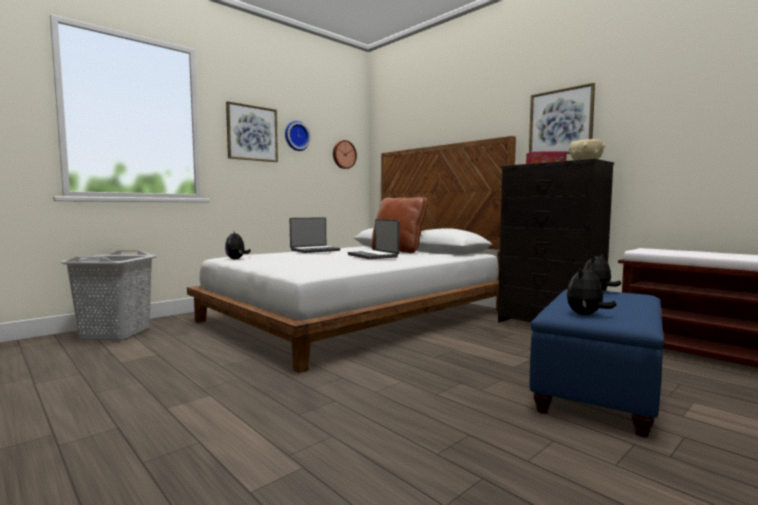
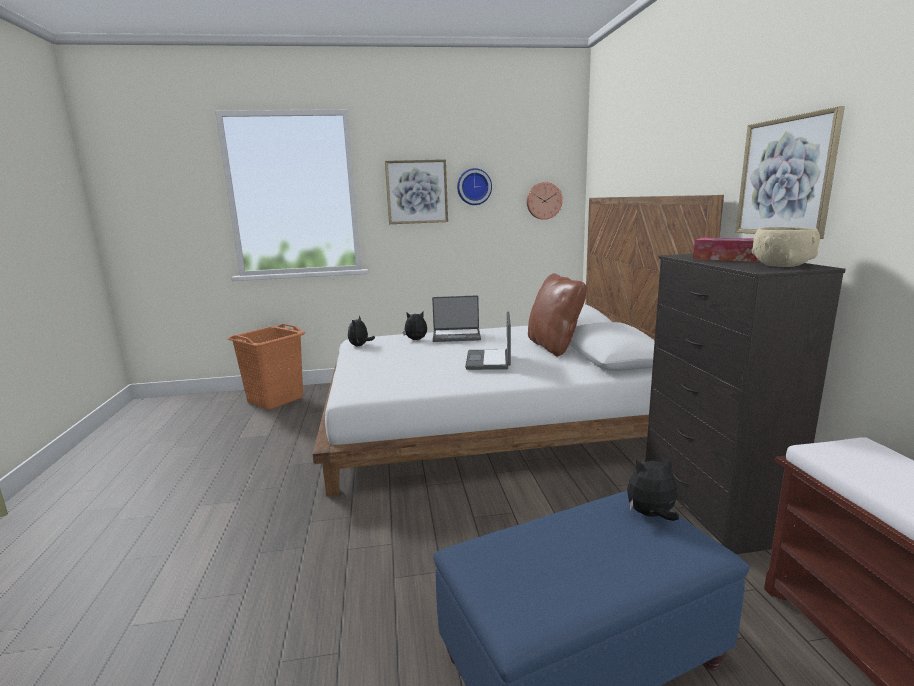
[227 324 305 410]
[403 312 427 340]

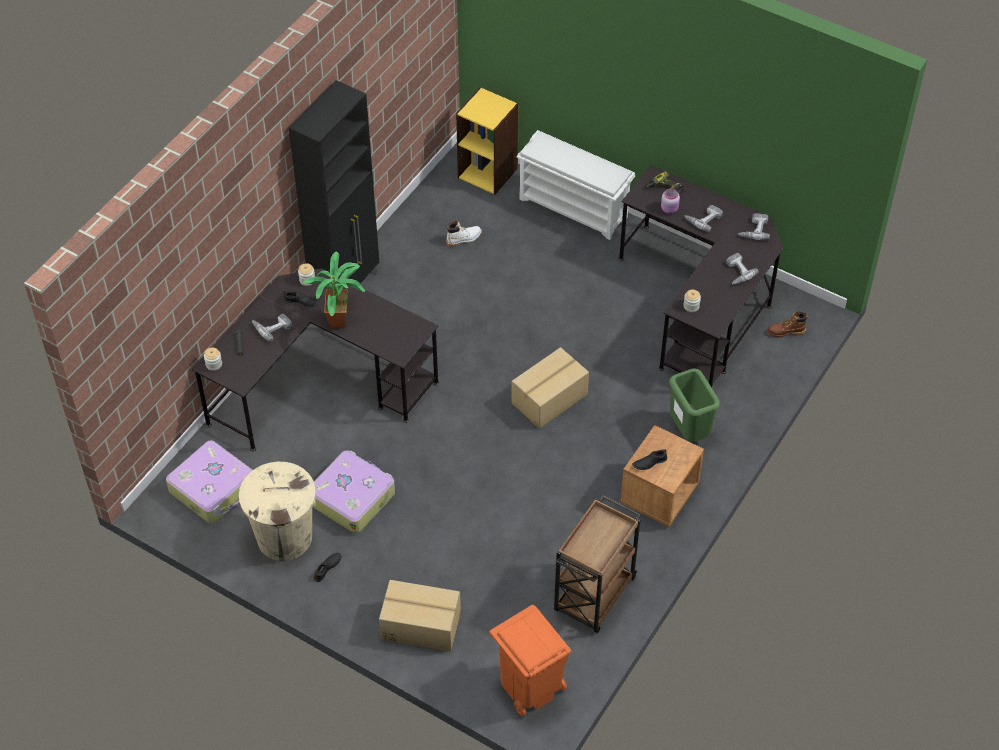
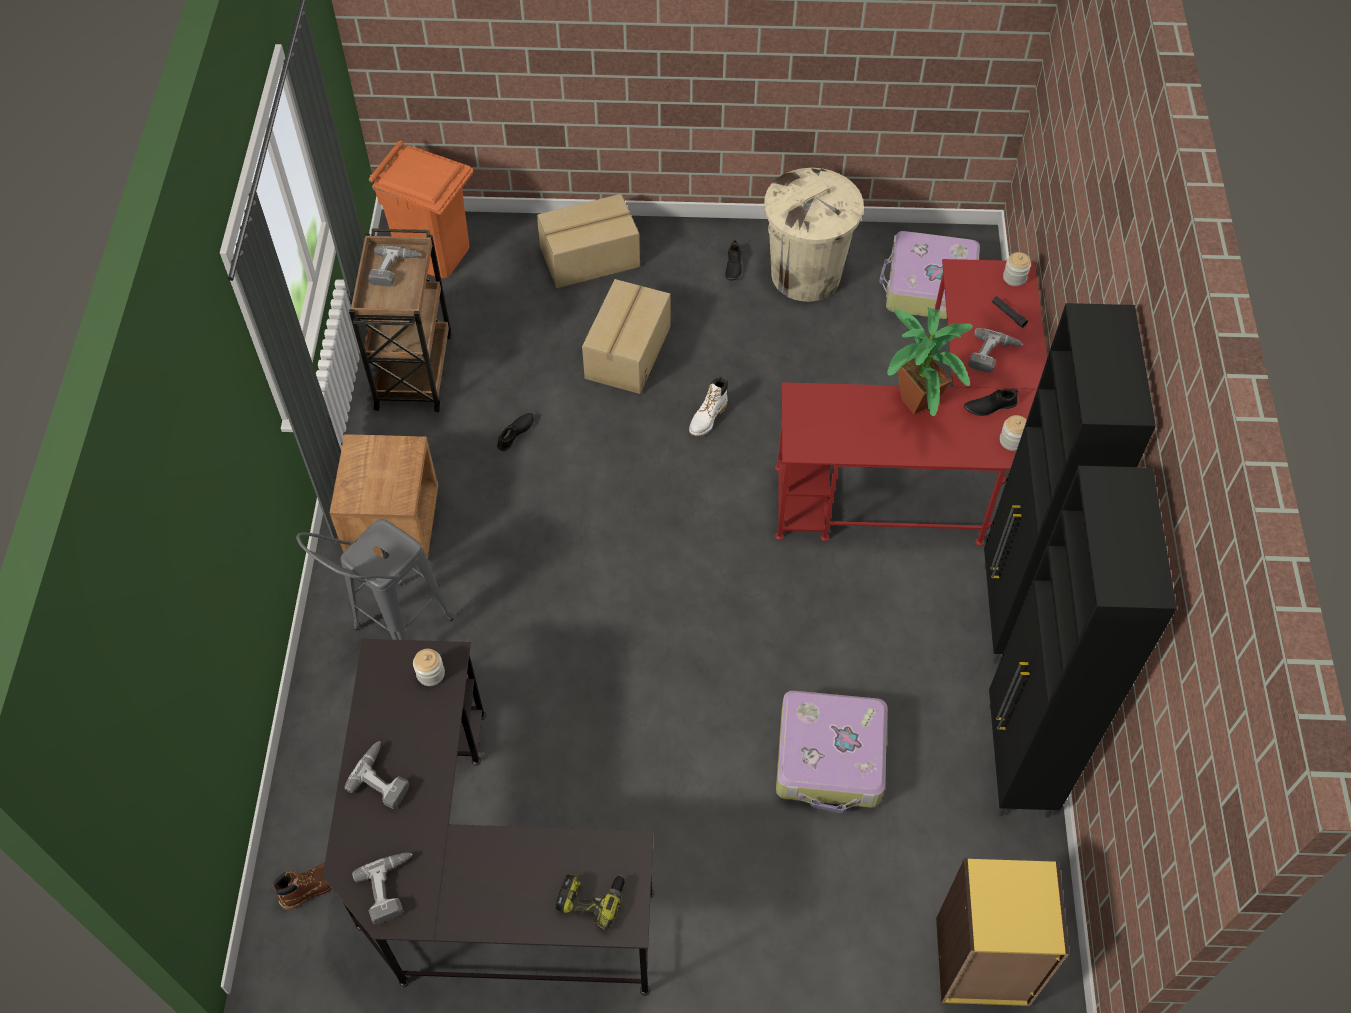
[516 130 635 240] (first image)
[661 188 680 214] (first image)
[368 245 421 286]
[689 377 728 436]
[775 259 1047 546]
[582 279 671 394]
[296 519 453 640]
[497 413 534 451]
[776 691 887 813]
[989 466 1177 818]

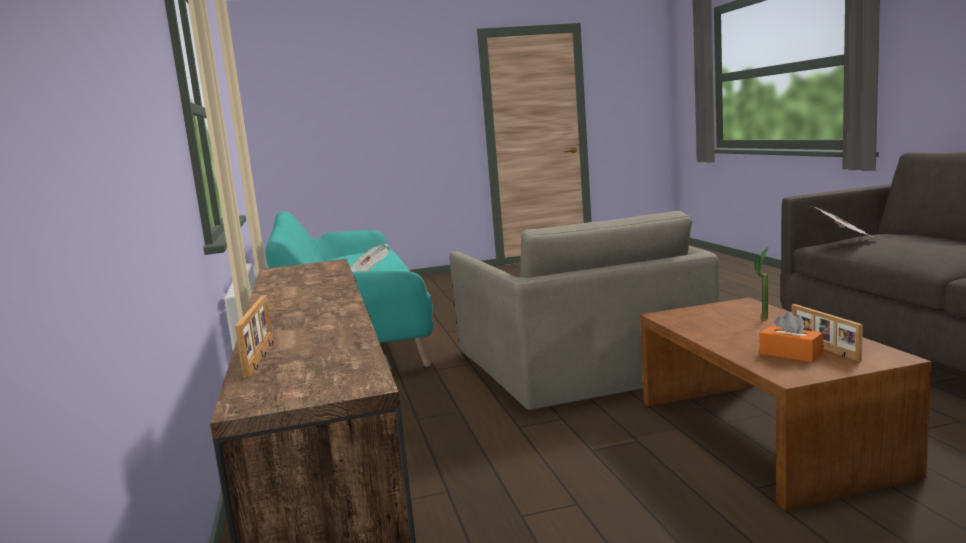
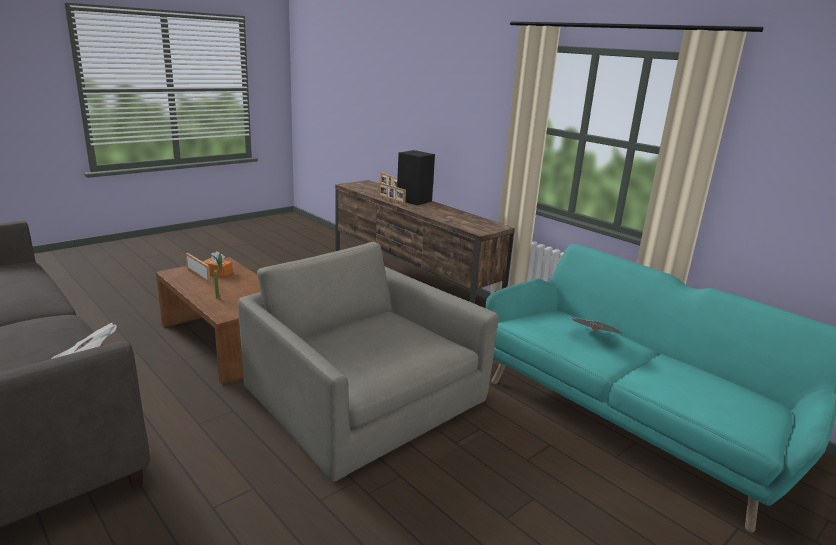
[397 150 435 205]
[378 182 406 205]

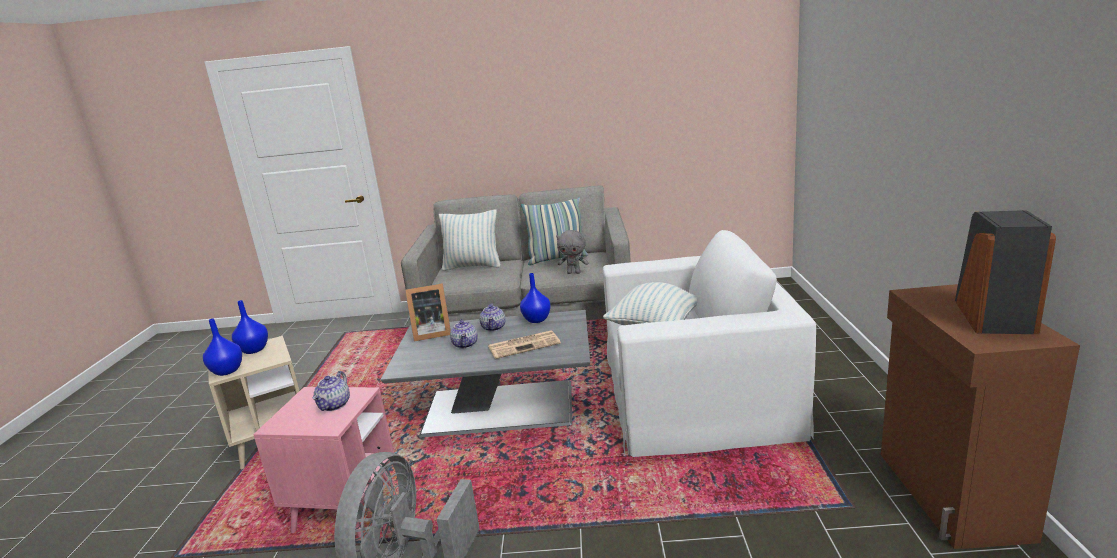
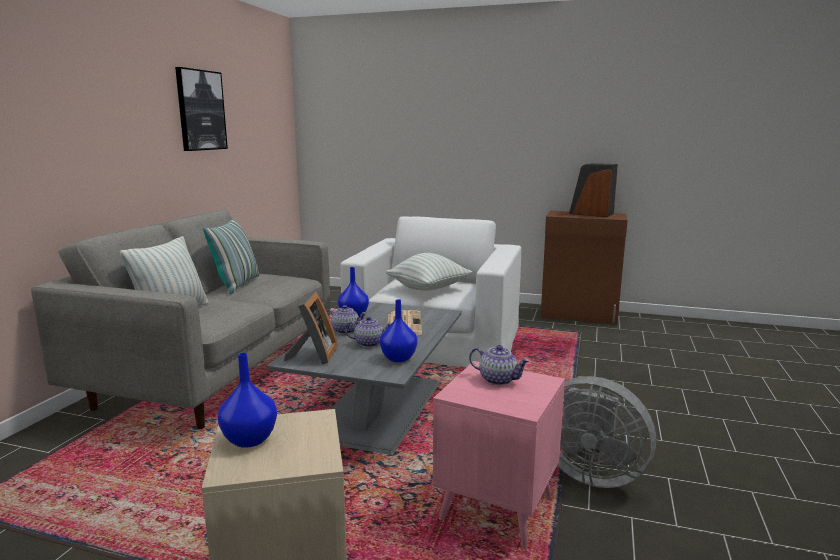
[556 230 588 274] (first image)
[380 299 417 362]
[175 67 228 151]

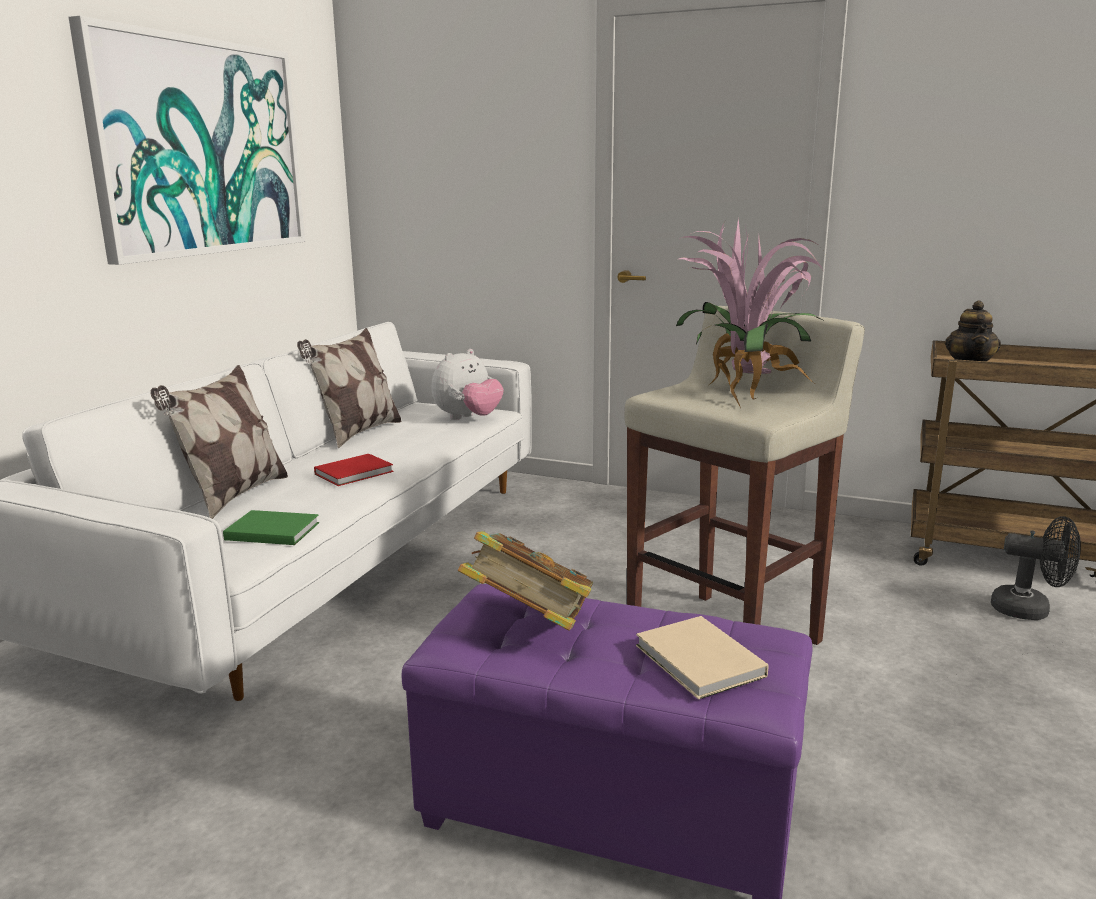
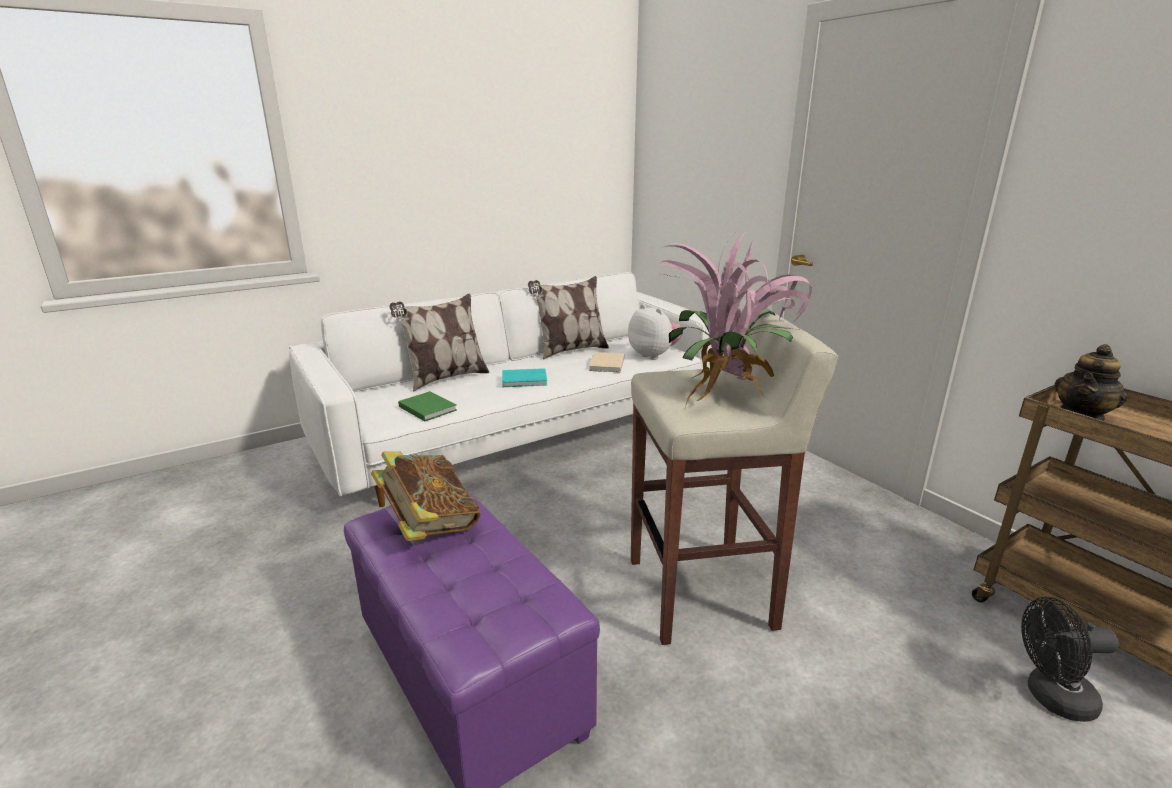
[68 16 305 265] (first image)
[628 304 682 360]
[502 368 547 387]
[1021 597 1119 722]
[589 352 625 372]

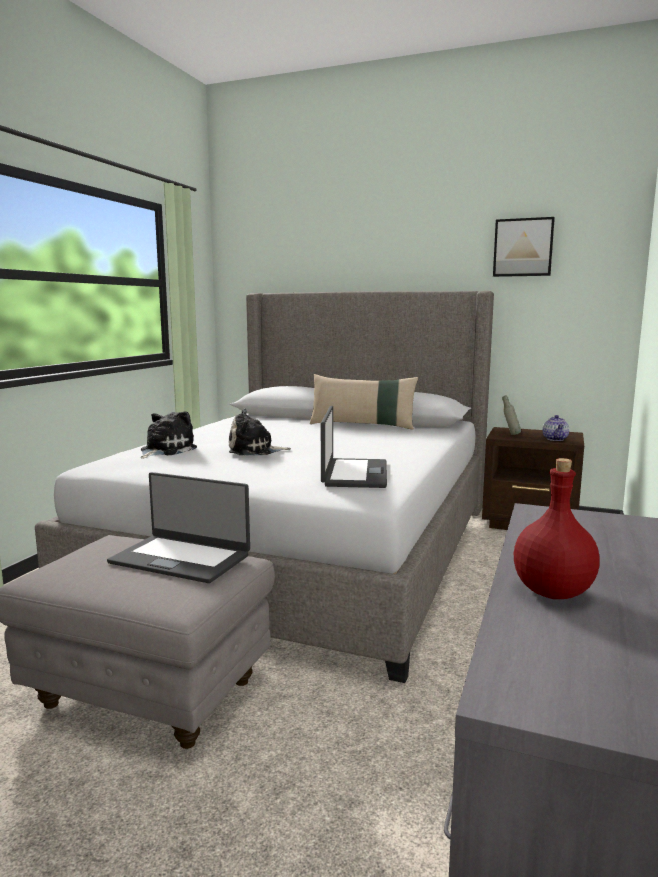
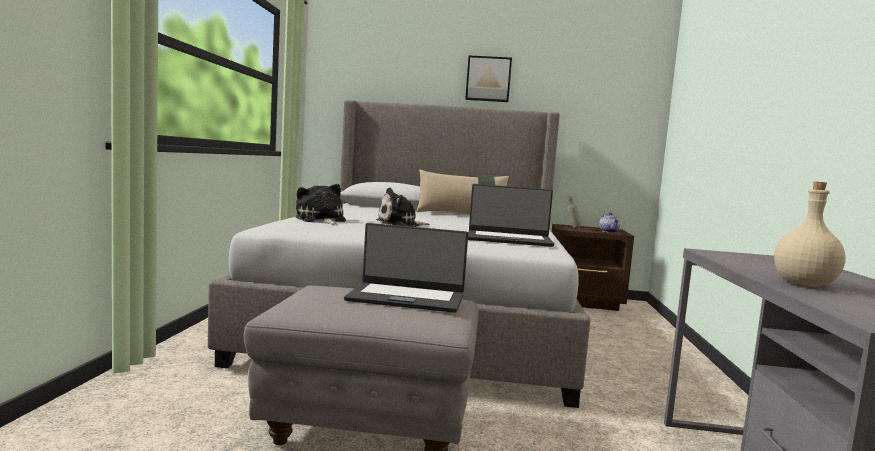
[465 56 512 102]
[468 184 554 247]
[296 184 346 225]
[774 182 846 287]

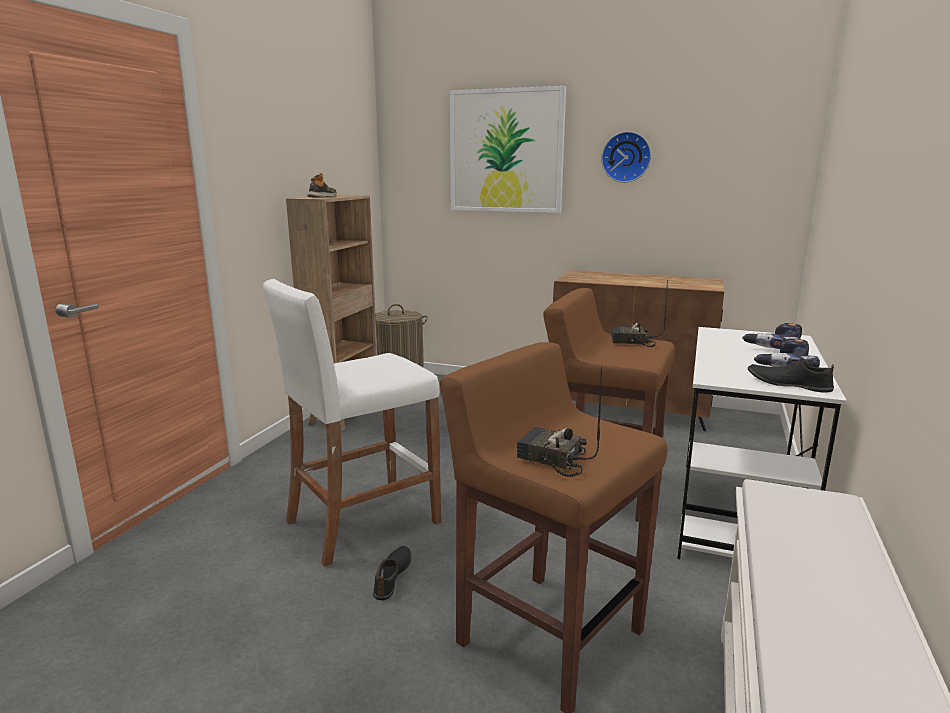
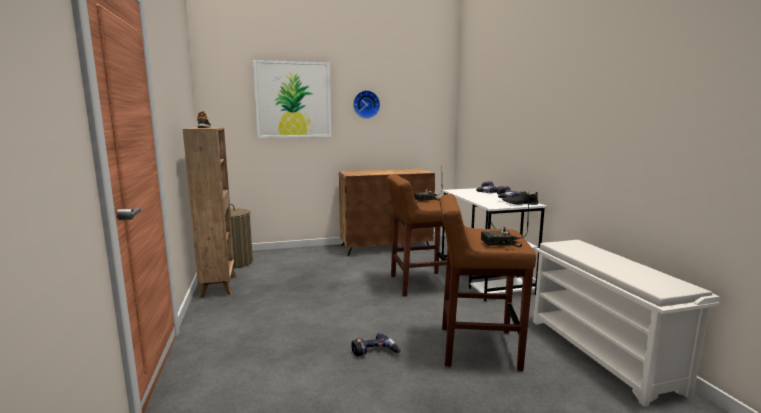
[263 279 441 567] (first image)
[351 333 400 356]

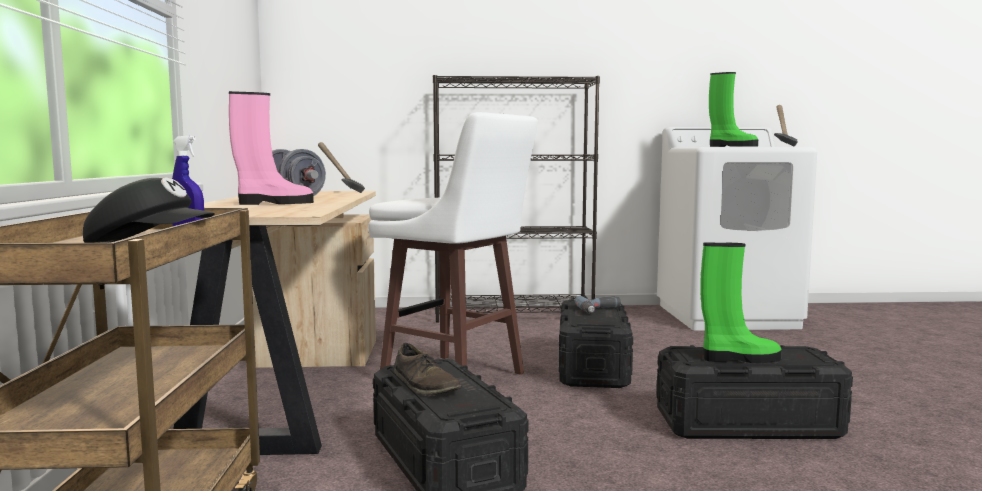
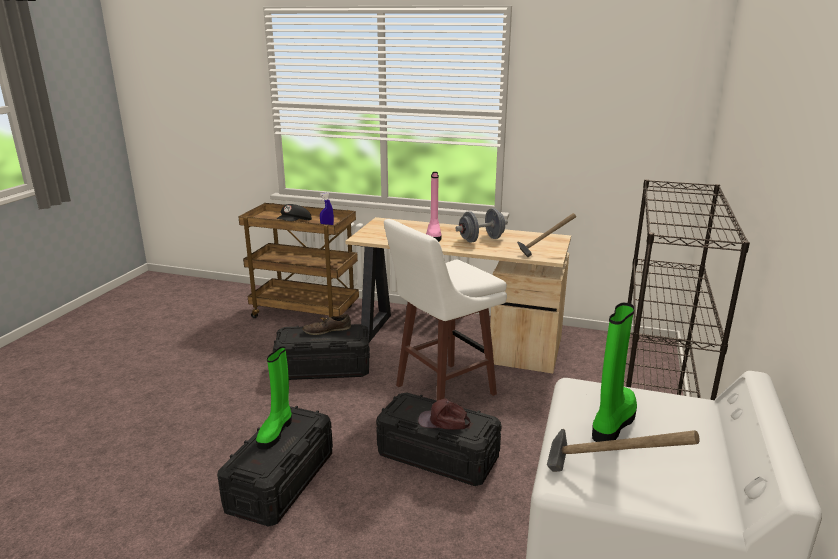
[592 303 637 442]
[418 398 471 430]

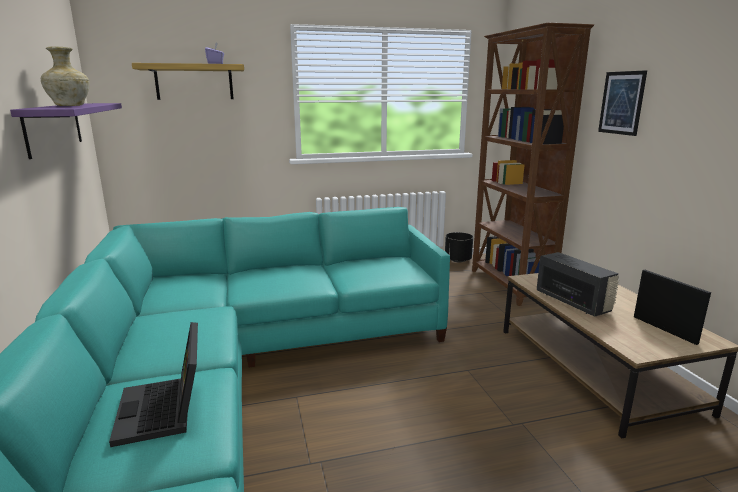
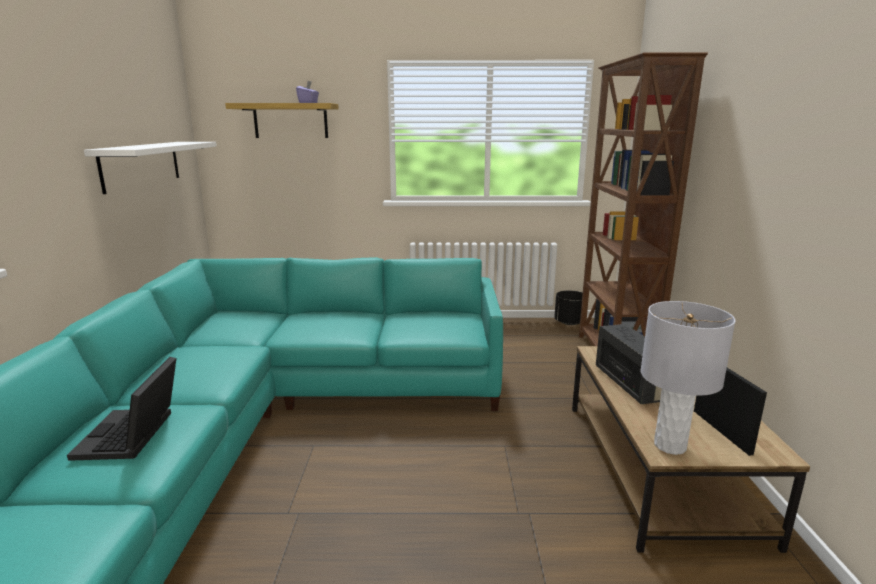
[40 47 90 106] (first image)
[598 70 647 136] (first image)
[84 142 217 194]
[641 301 735 455]

